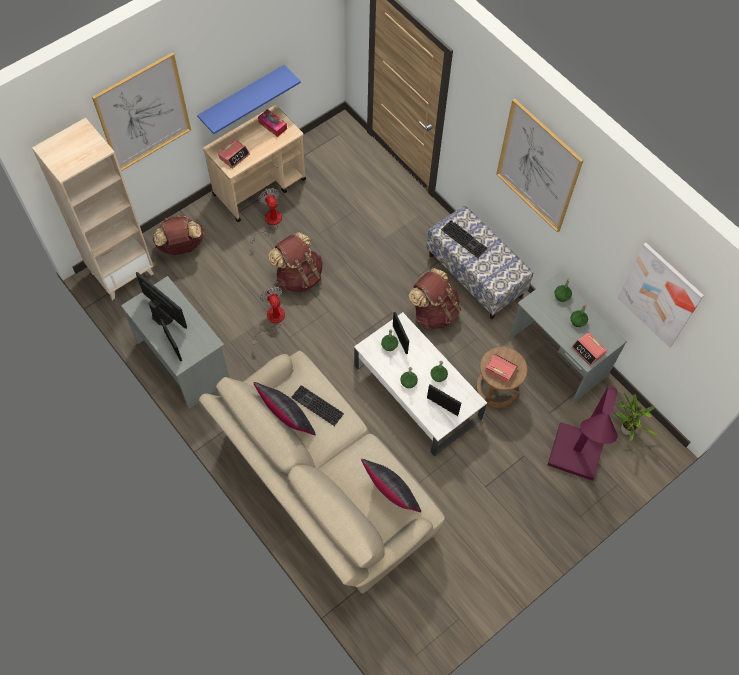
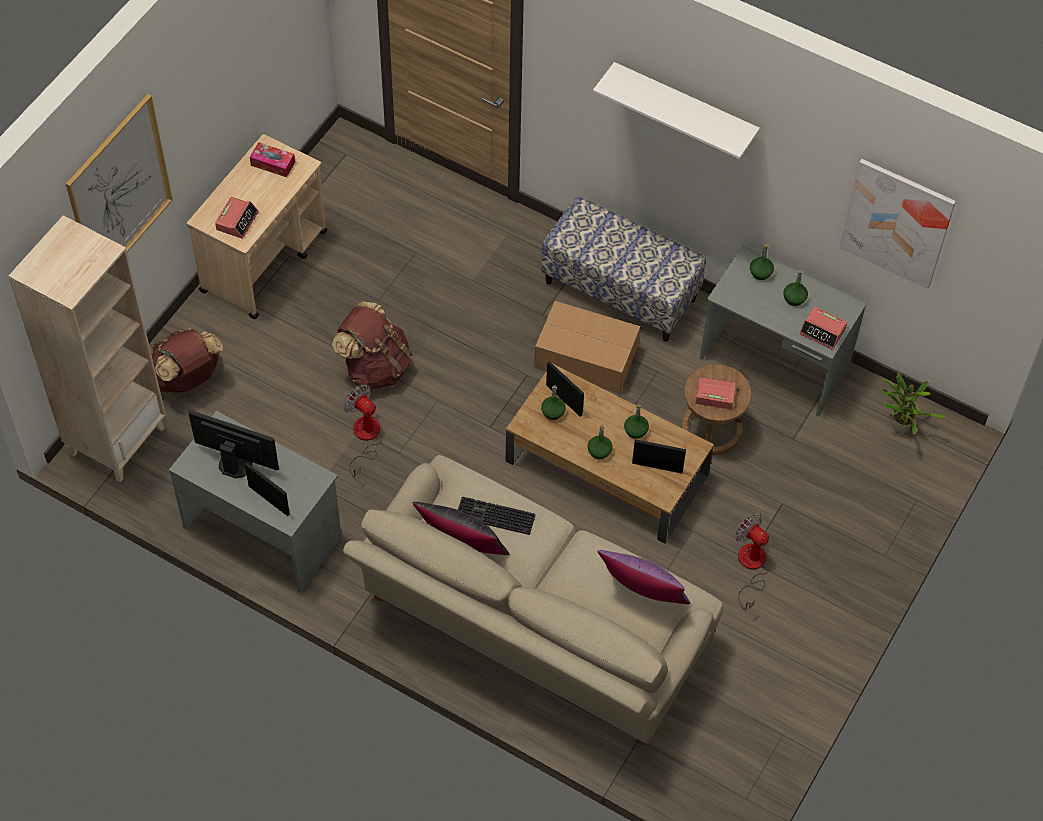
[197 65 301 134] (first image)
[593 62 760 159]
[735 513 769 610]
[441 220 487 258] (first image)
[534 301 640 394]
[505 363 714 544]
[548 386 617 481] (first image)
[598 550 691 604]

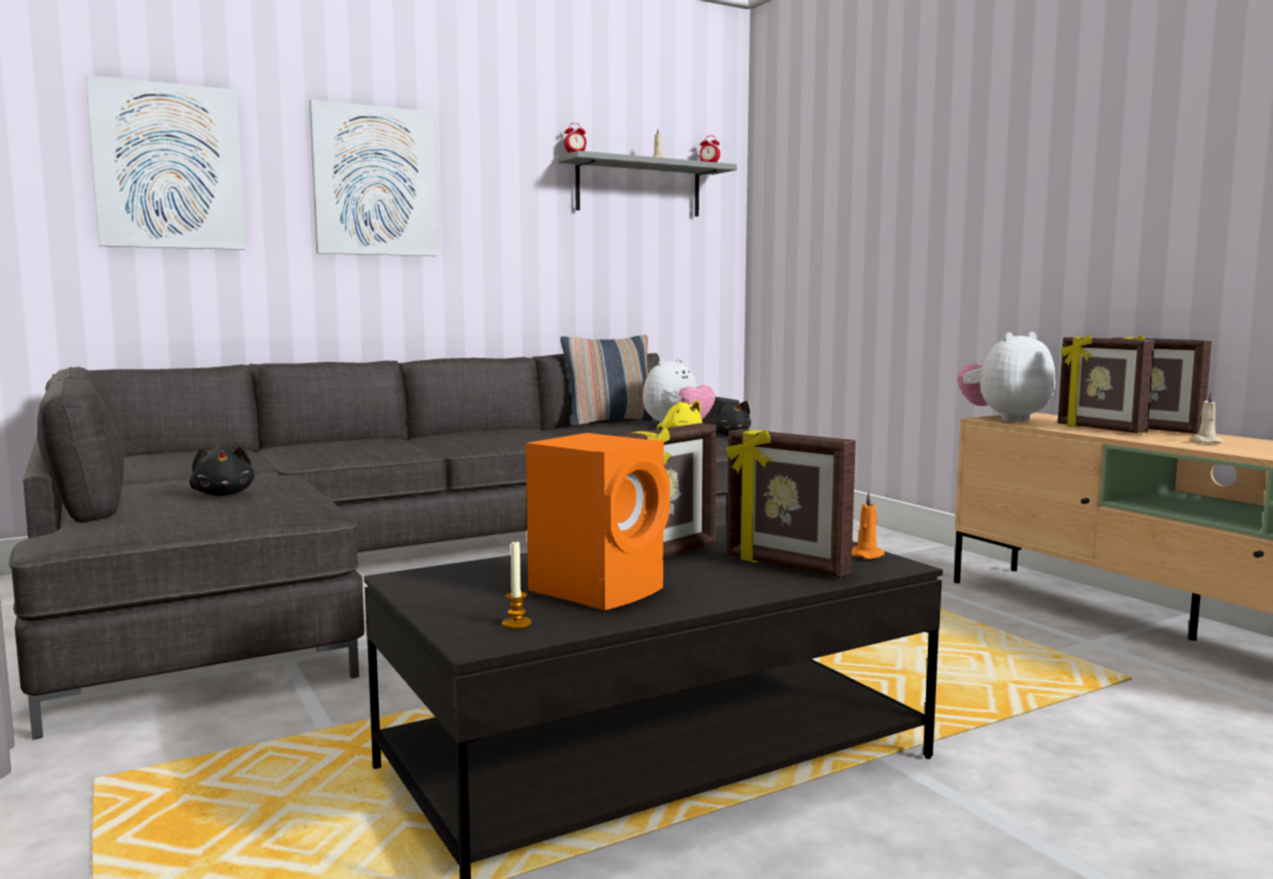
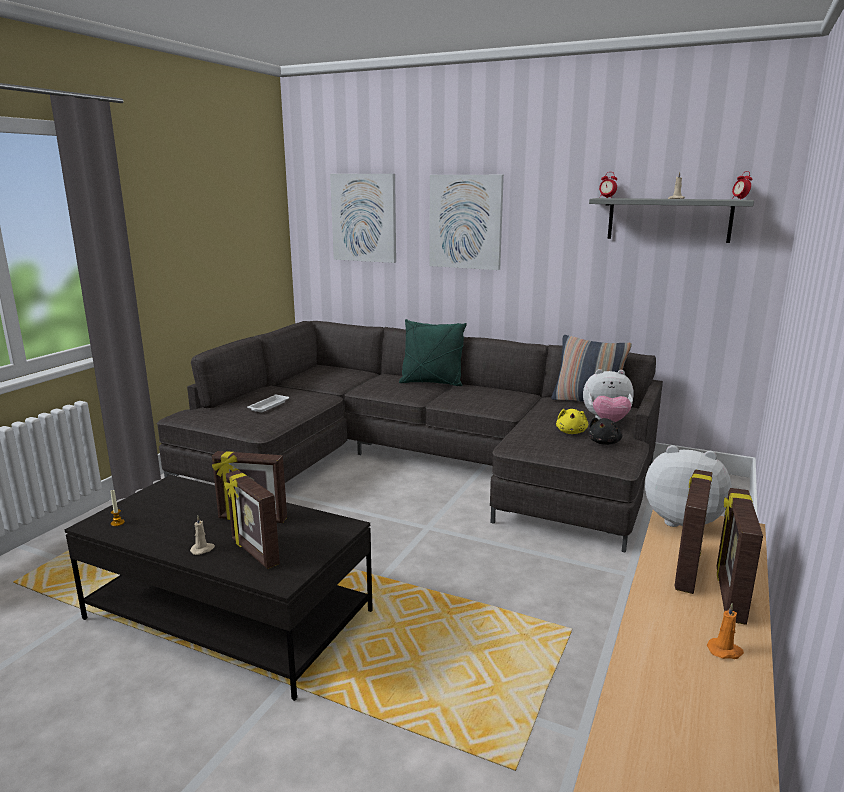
[190 516 215 555]
[224 470 280 569]
[526 433 670 610] (first image)
[247 394 289 412]
[707 603 744 659]
[399 319 467 386]

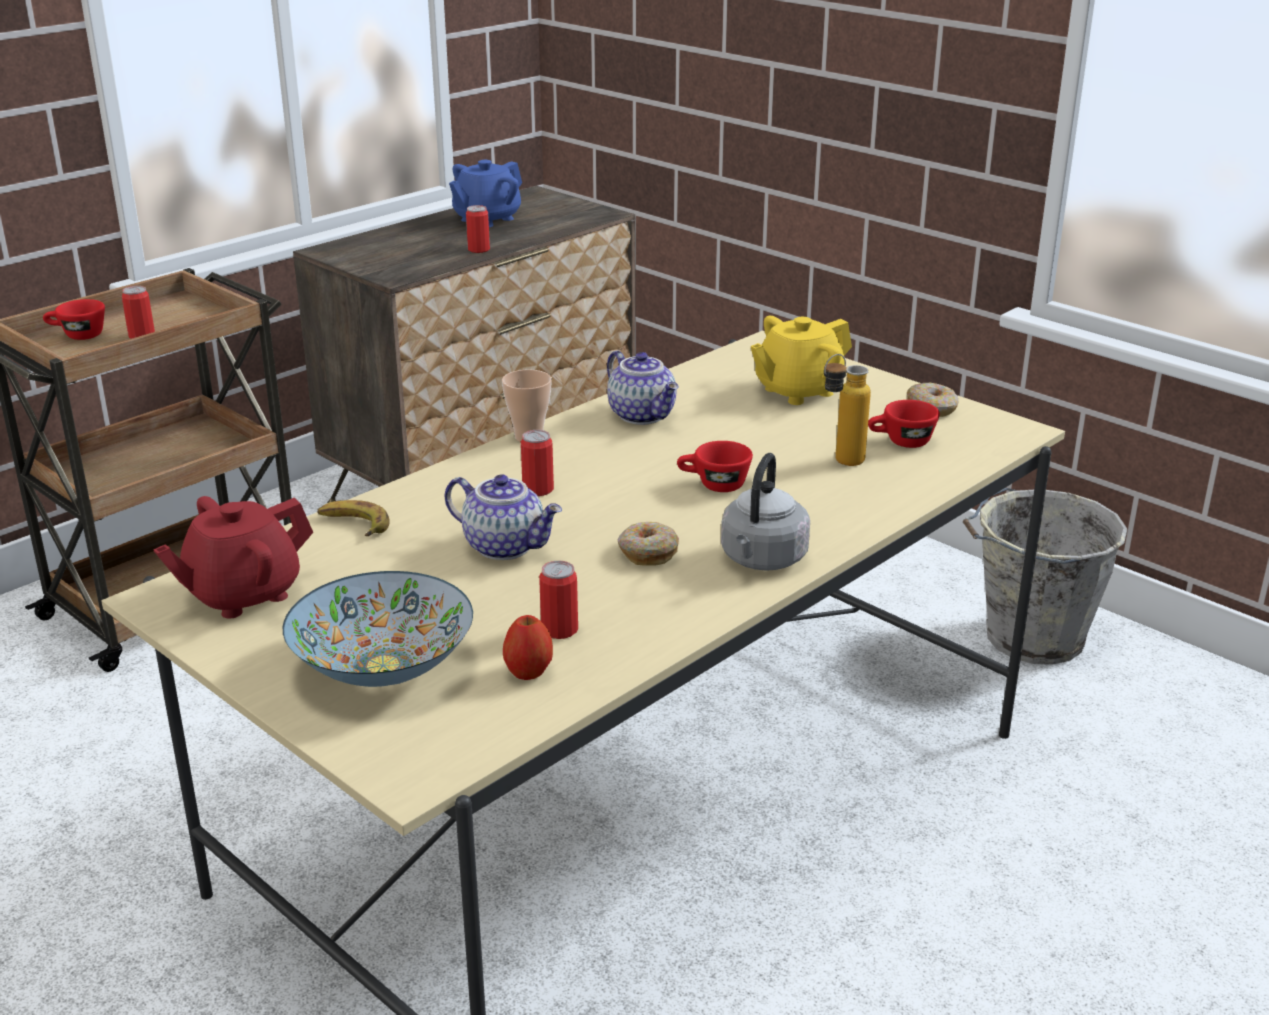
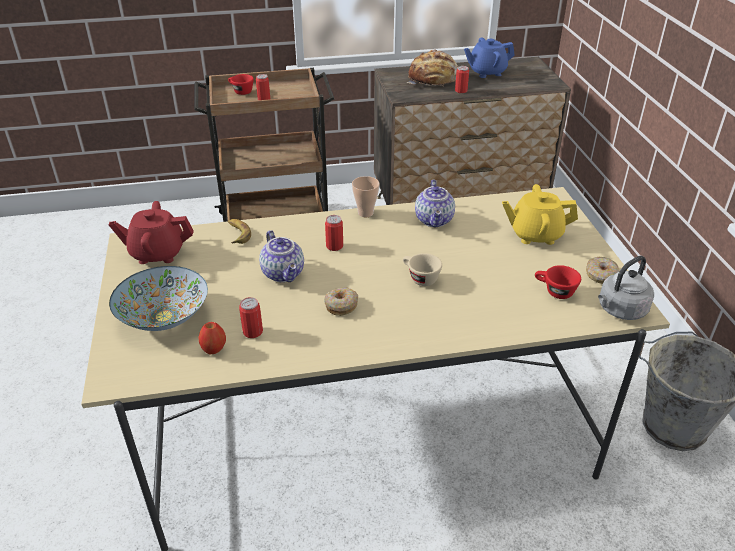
[824 354 871 466] (first image)
[403 253 442 286]
[598 256 654 320]
[407 49 458 87]

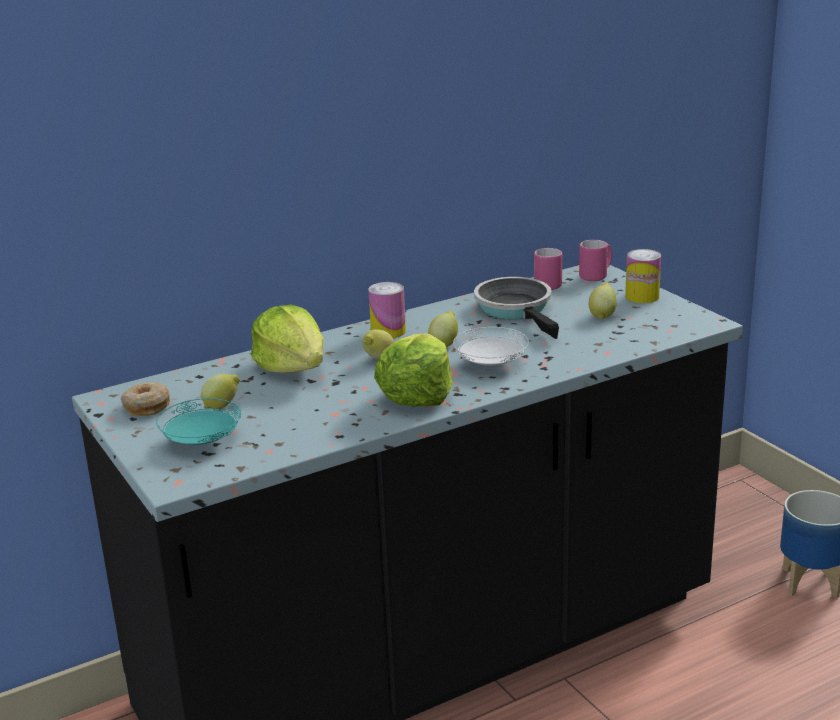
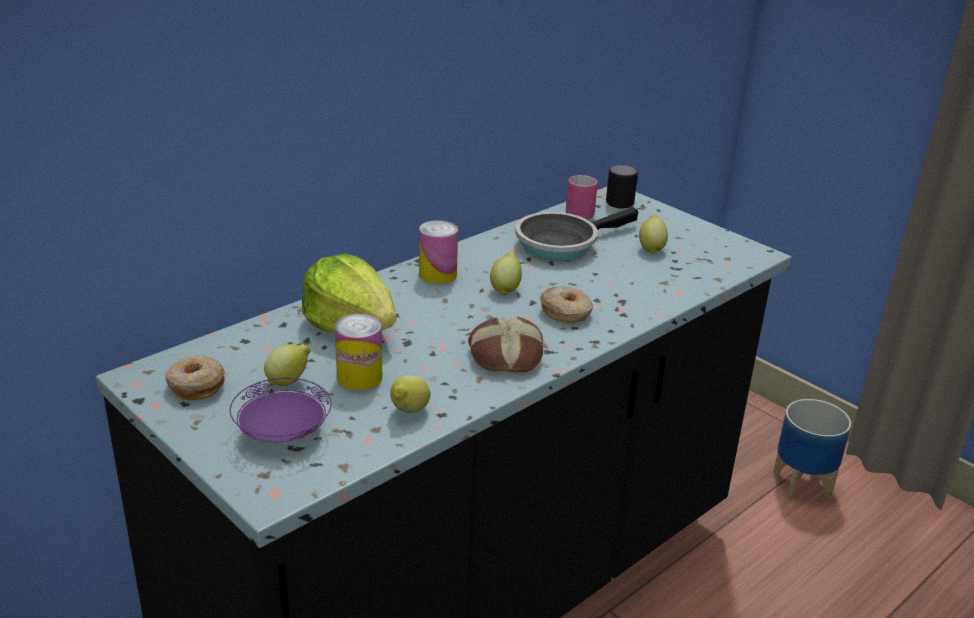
[606 165 638 208]
[335 314 382 390]
[515 207 638 261]
[540 286 593 323]
[390 375 430 413]
[468 317 543 372]
[230 378 332 442]

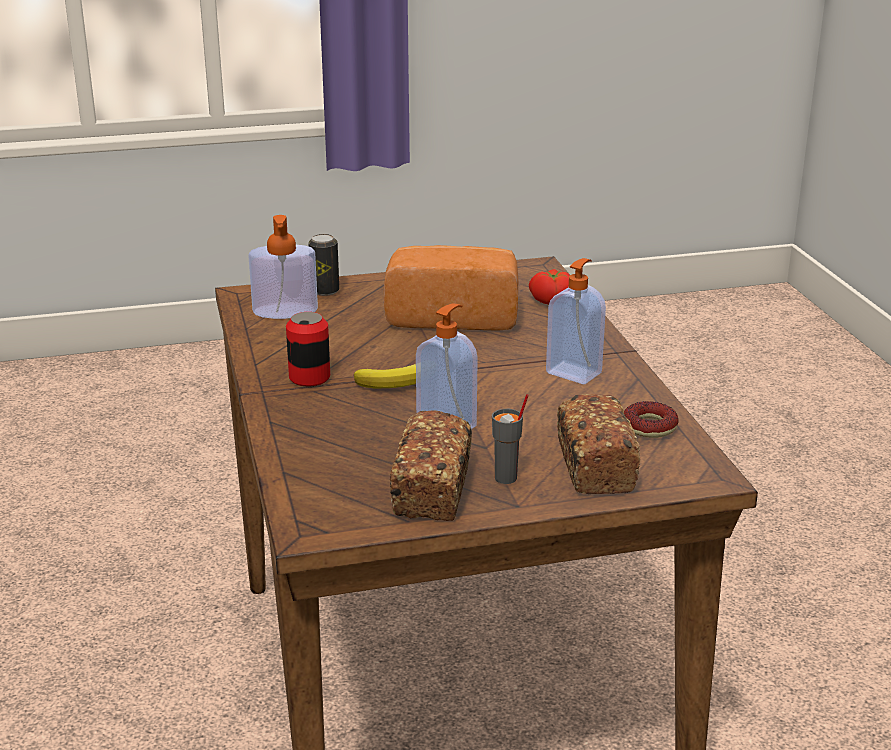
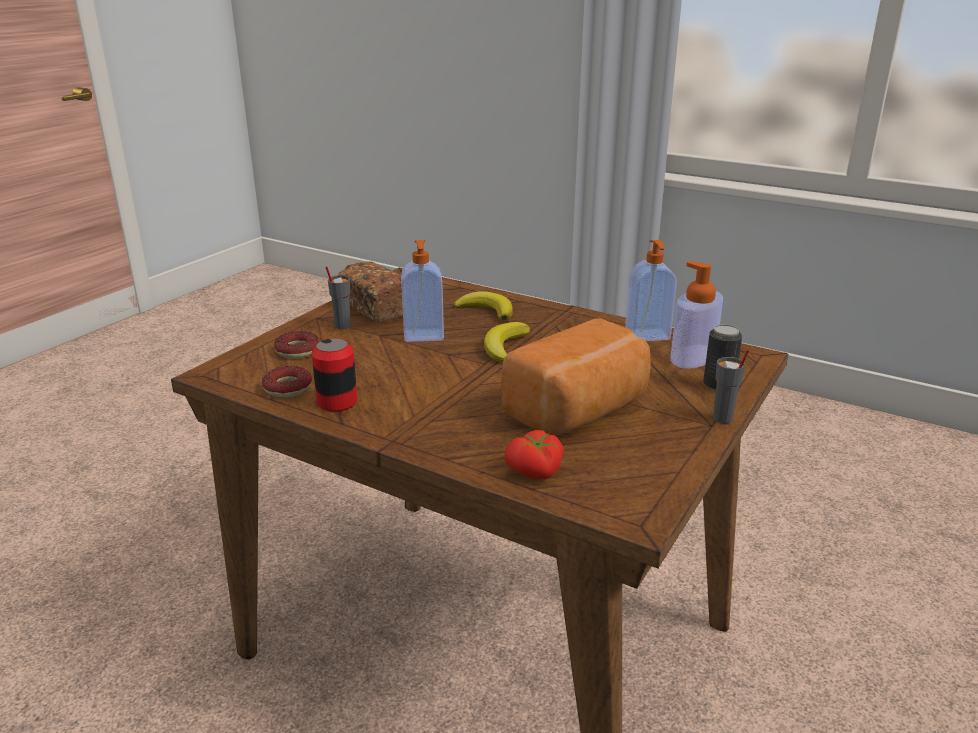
[625 240 677 341]
[312 338 357 412]
[274 331 319 359]
[454 292 513 321]
[713 350 749 423]

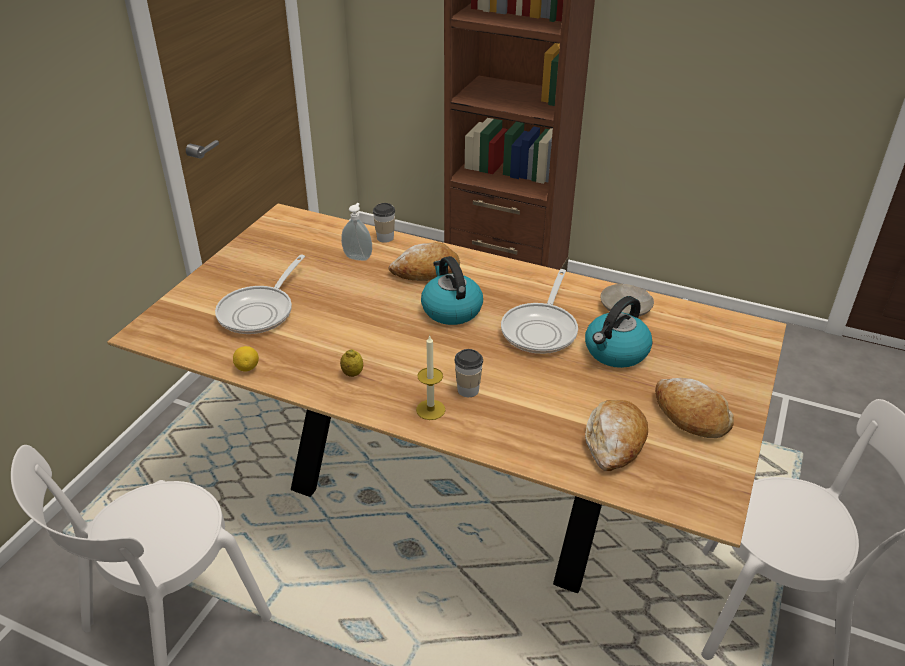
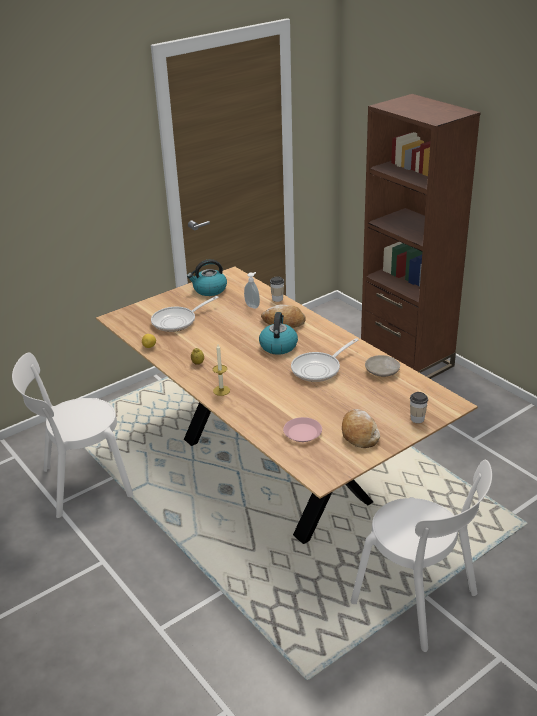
[187 259 227 296]
[410 392 428 423]
[283 417 322 442]

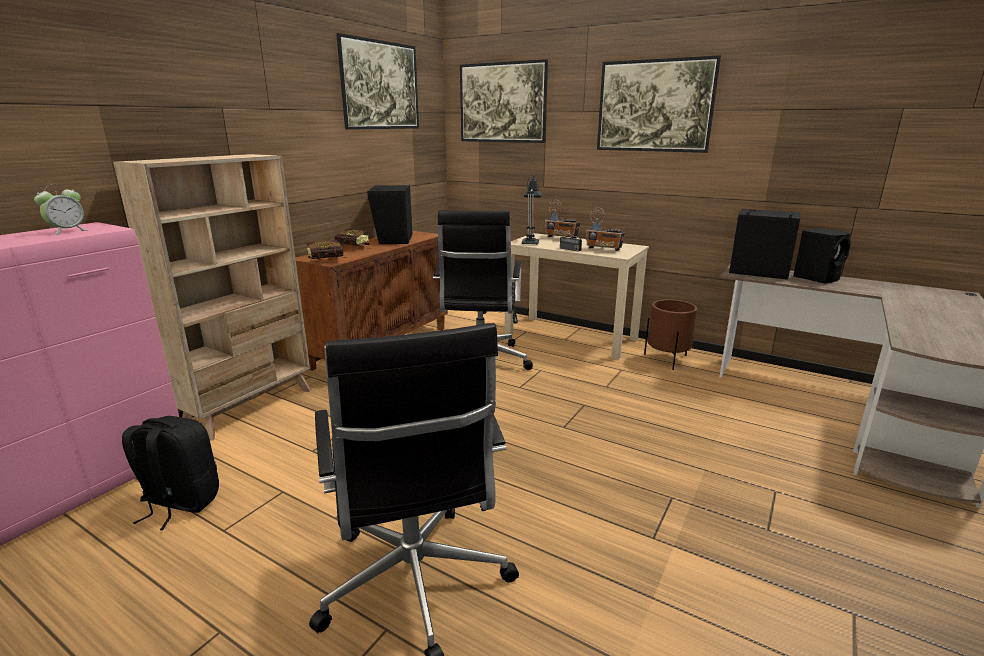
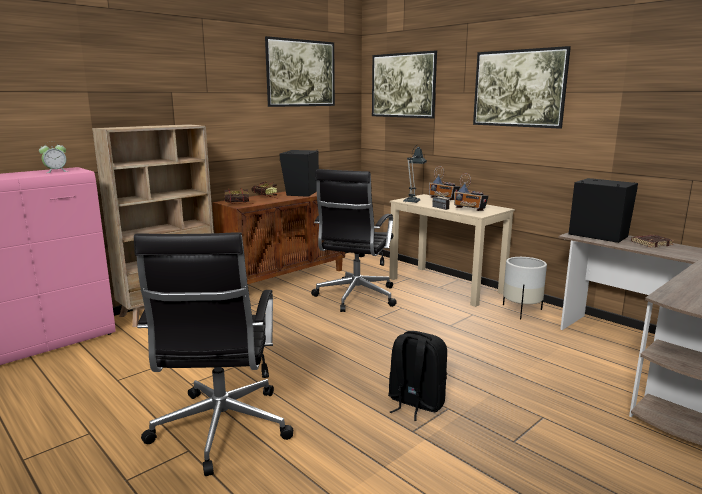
[631 235 674 248]
[503 257 547 320]
[388 331 447 421]

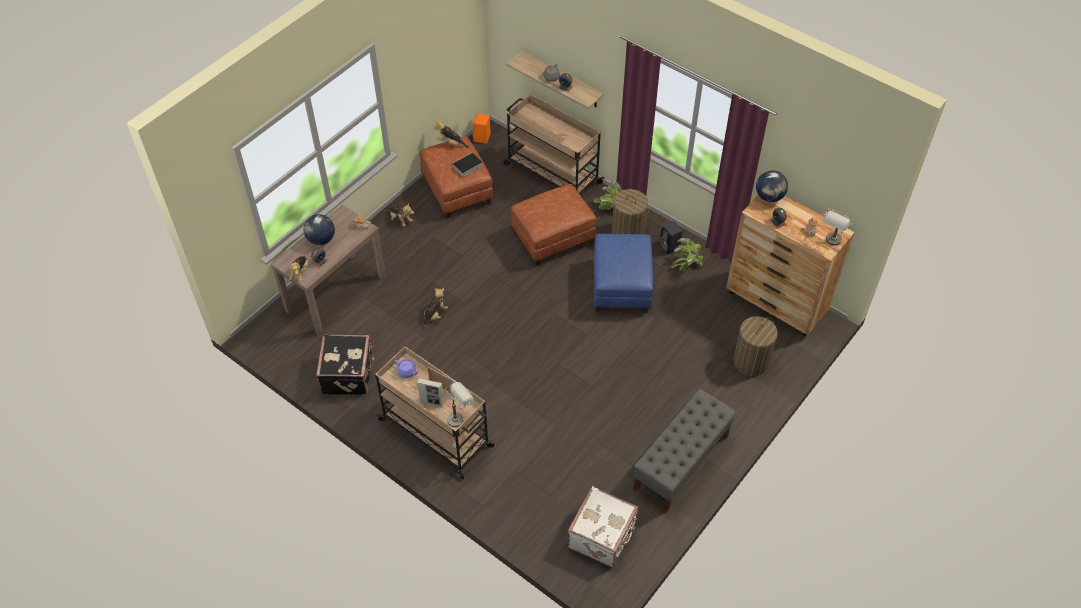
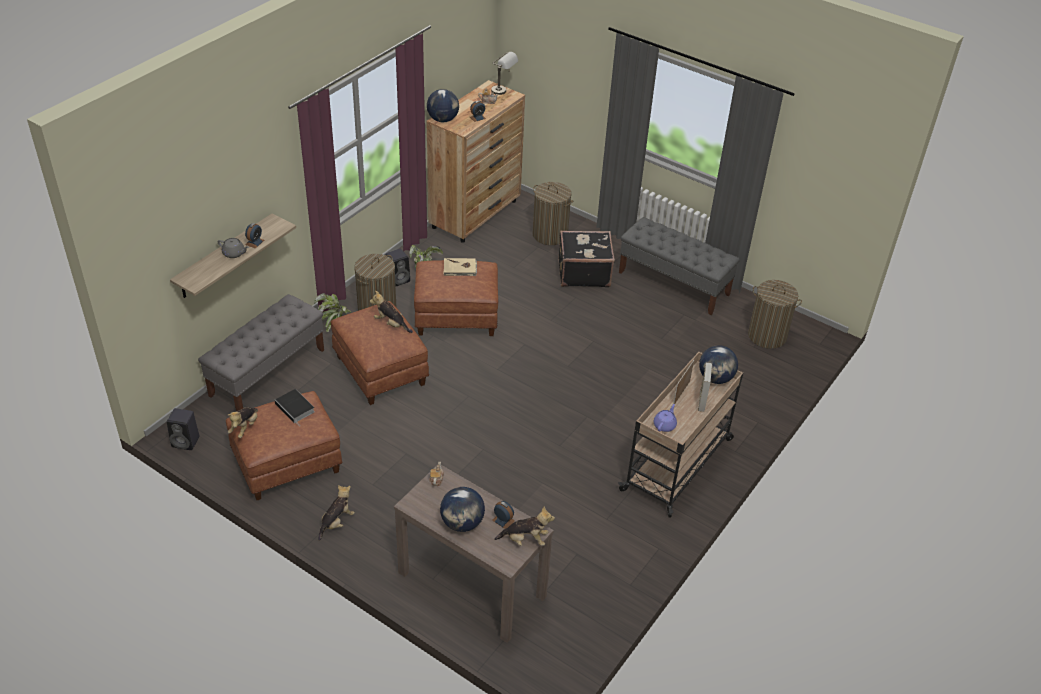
[198 294 324 411]
[167 408 200 450]
[414 260 498 336]
[370 290 413 333]
[559 231 615 287]
[699 345 738 384]
[748 280 802 349]
[443 258 477 276]

